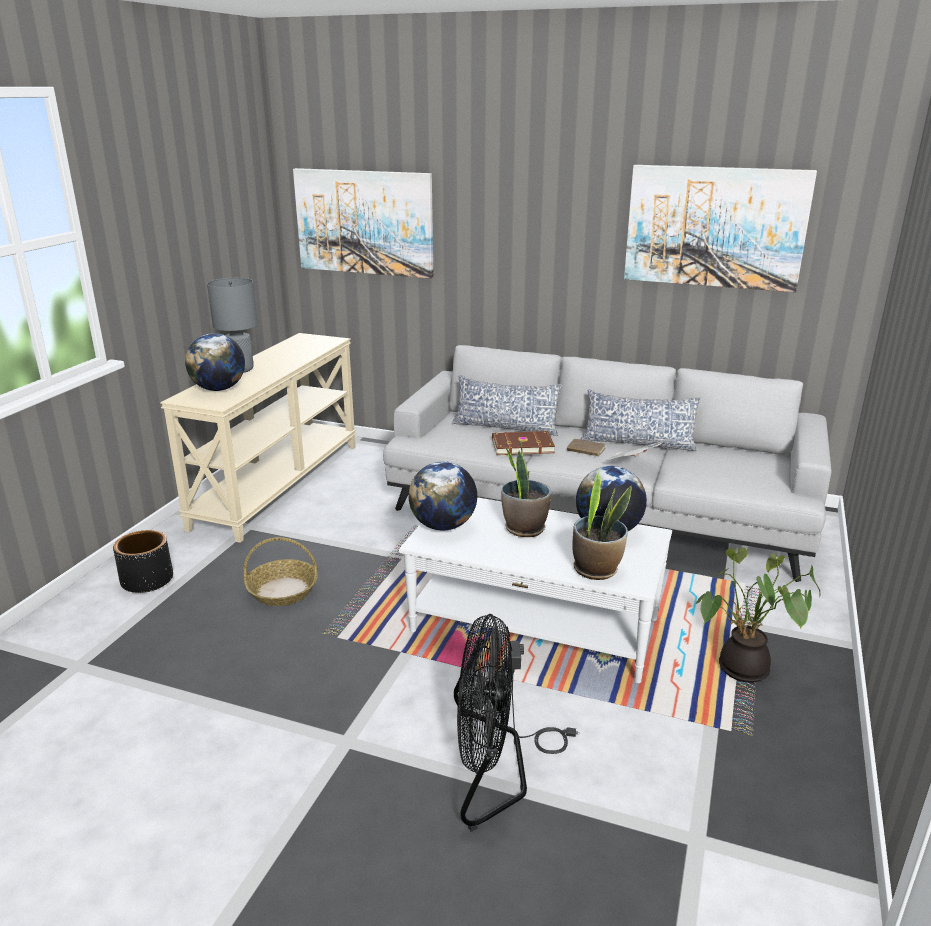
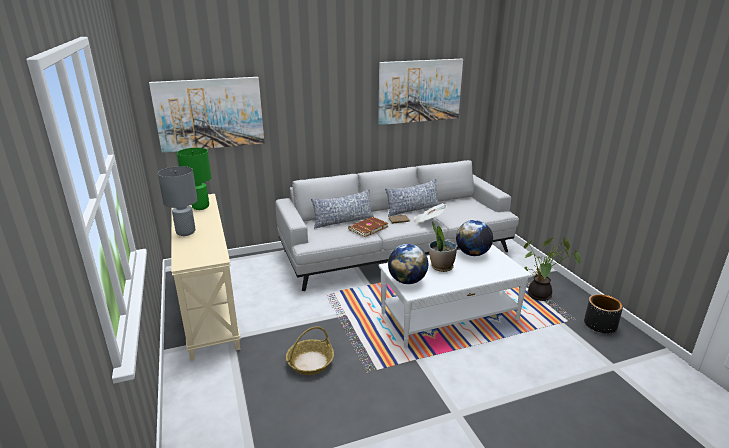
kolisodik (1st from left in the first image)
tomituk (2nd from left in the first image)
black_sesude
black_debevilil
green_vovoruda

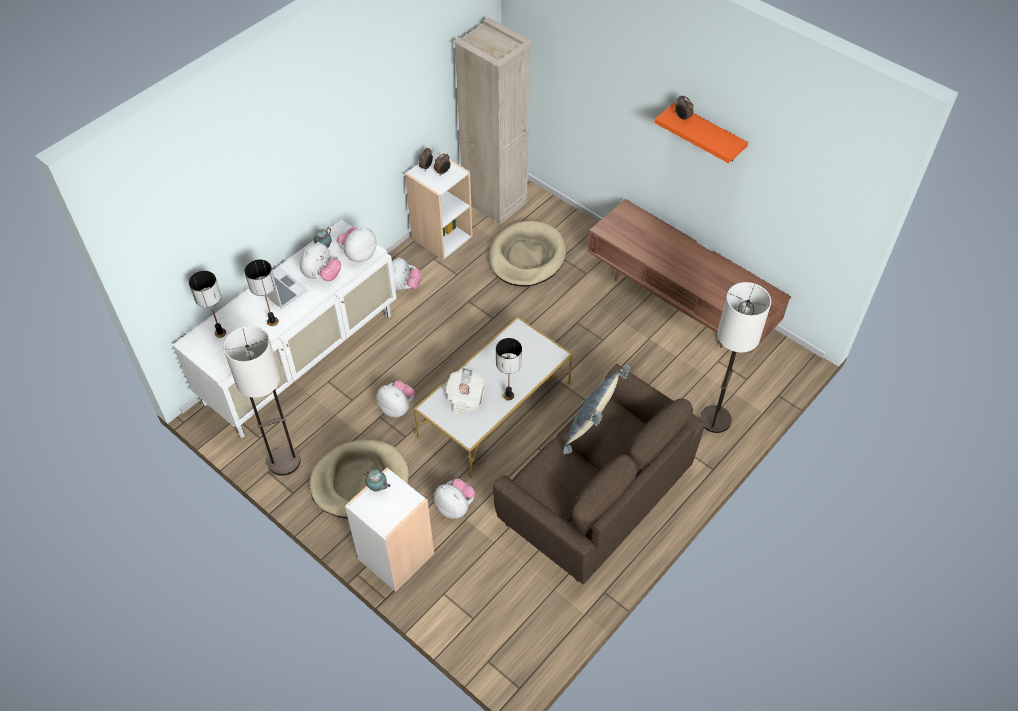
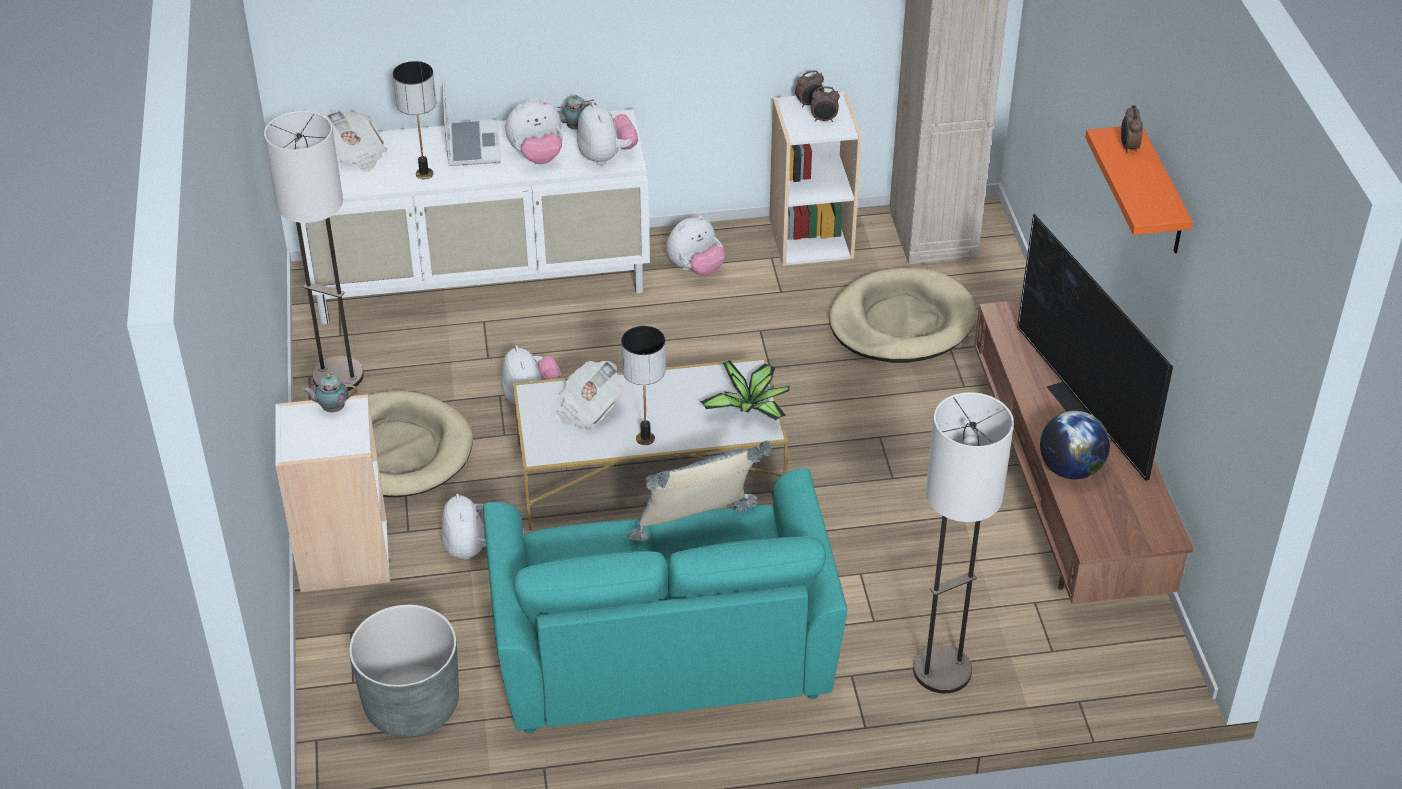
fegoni (4th from left)
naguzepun (1st from left)
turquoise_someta
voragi (1st from left)
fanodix
tomituk
kolisodik
grey_sesude

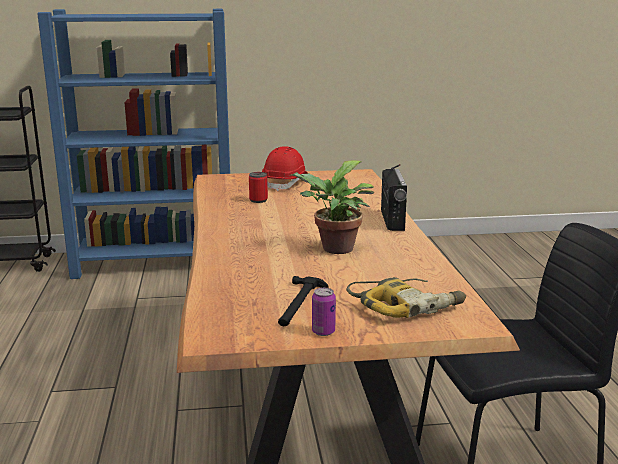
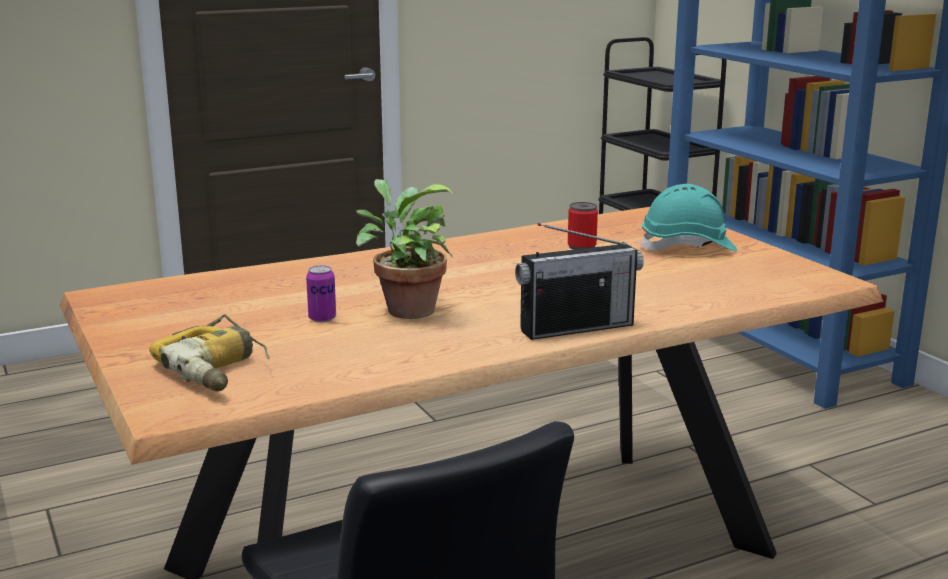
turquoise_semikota
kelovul
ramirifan (1st from left)

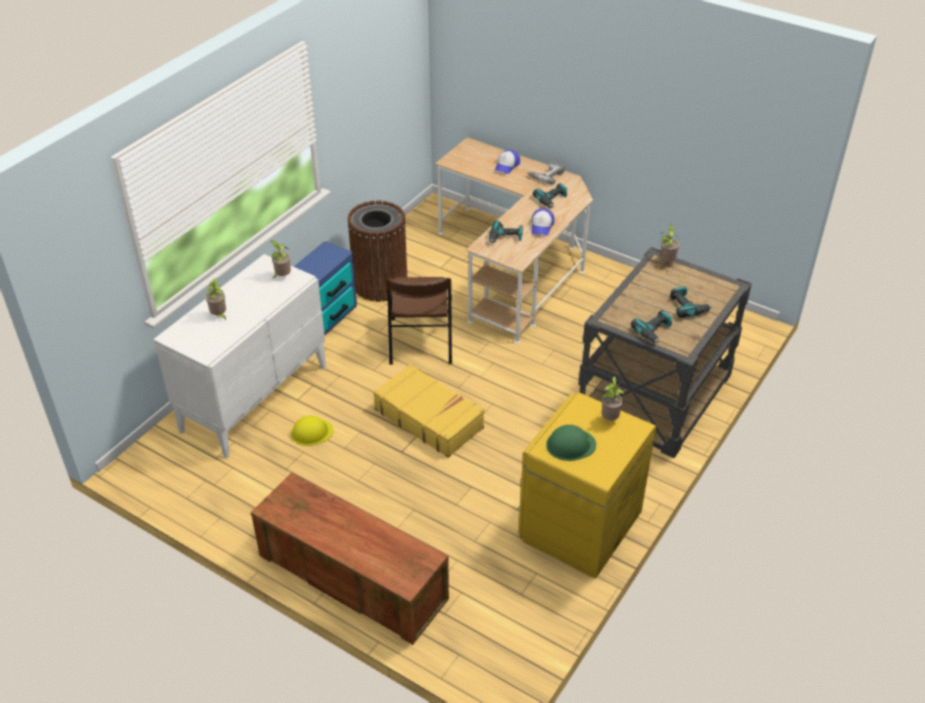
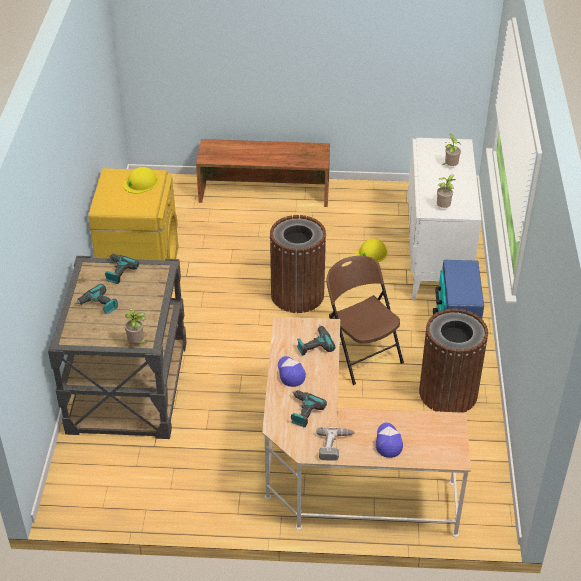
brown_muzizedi (1st from left)
tomituk (3rd from left in the first image)
yellow_semikota (1st from left)

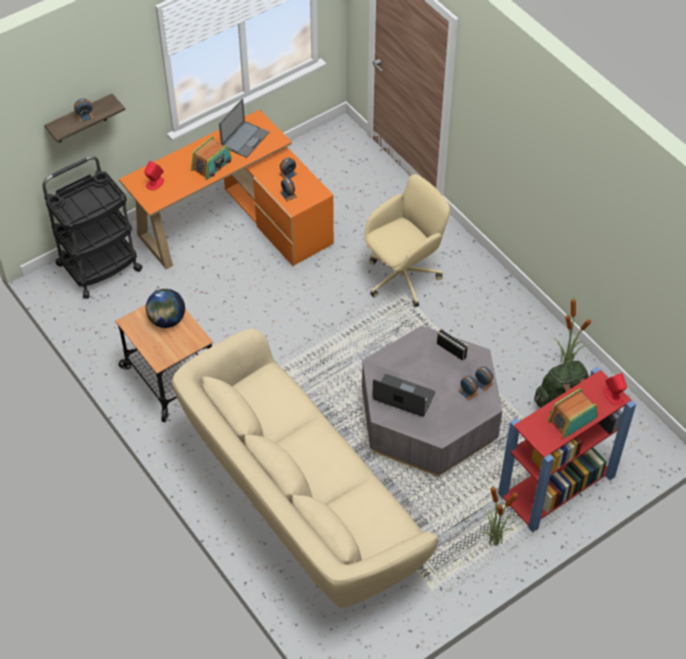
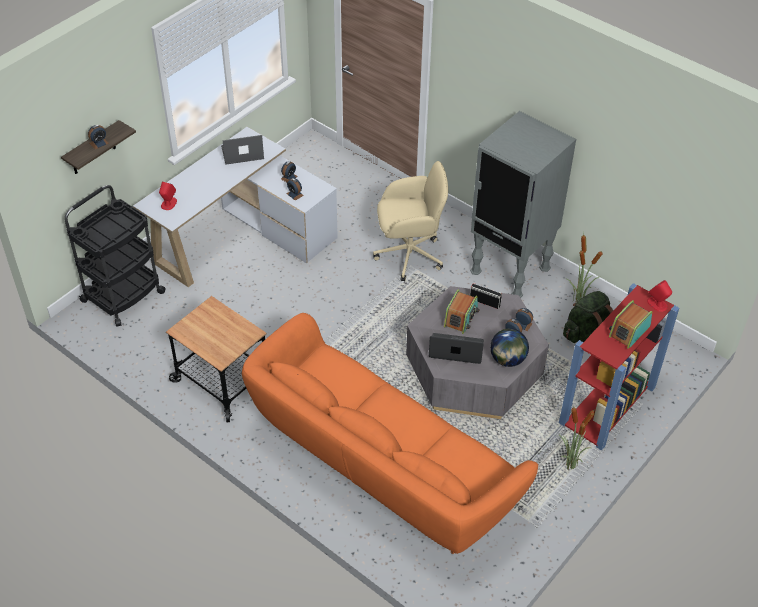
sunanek (1st from left)
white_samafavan
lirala (1st from left)
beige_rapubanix
kolisodik
orange_someta
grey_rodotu

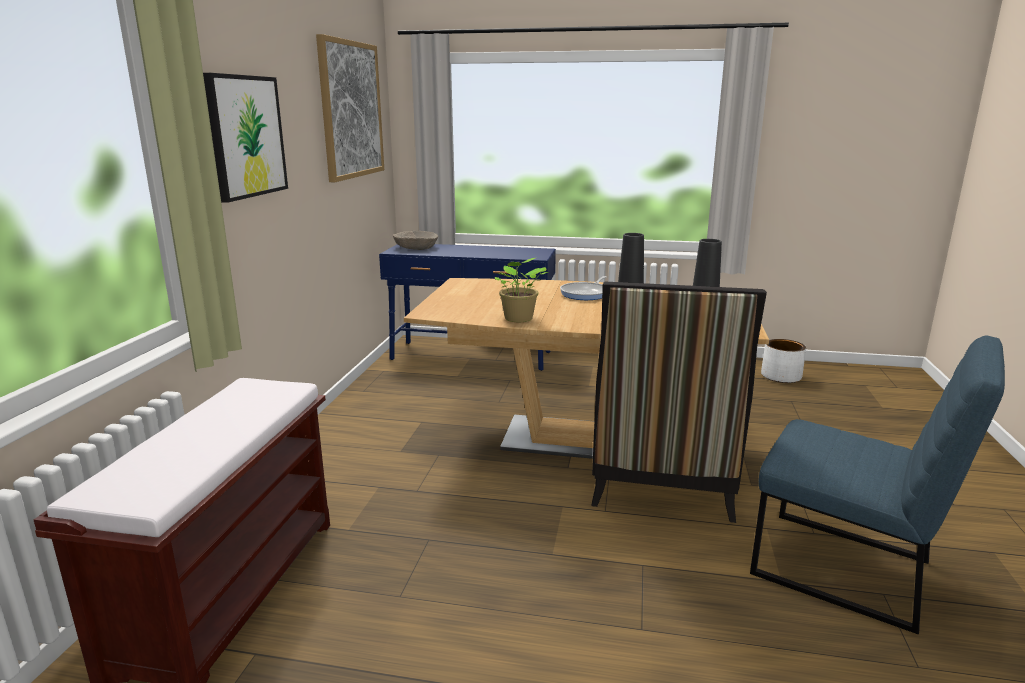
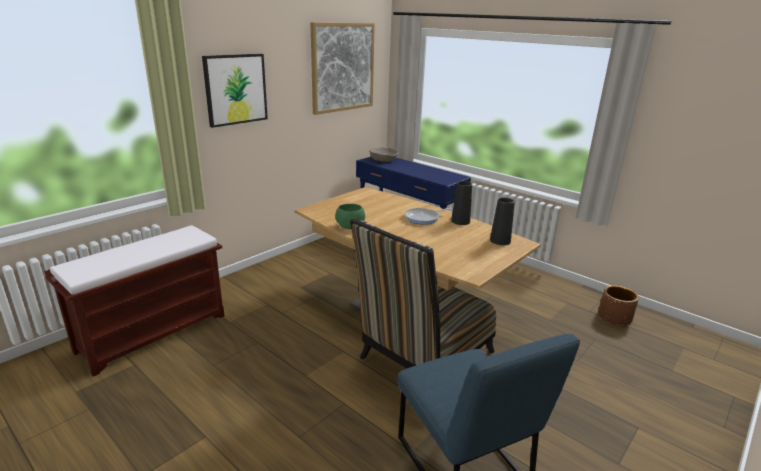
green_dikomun
brown_sesude

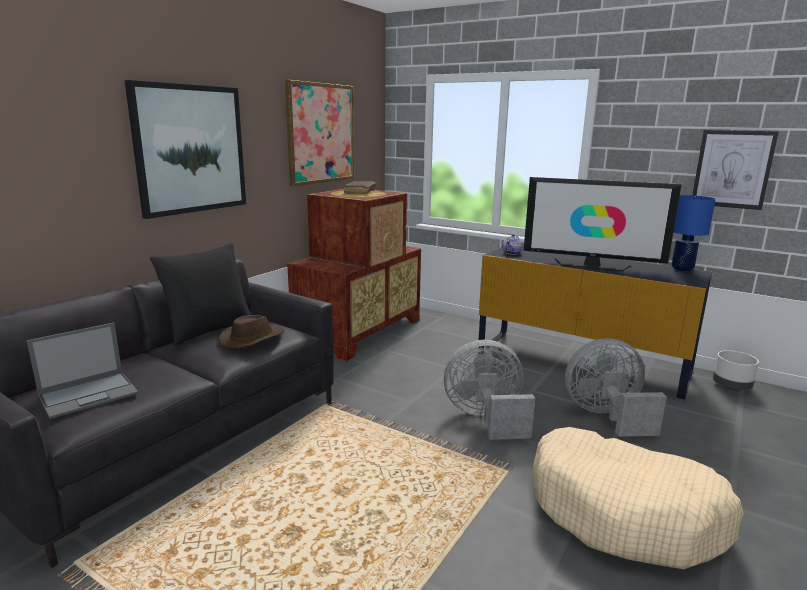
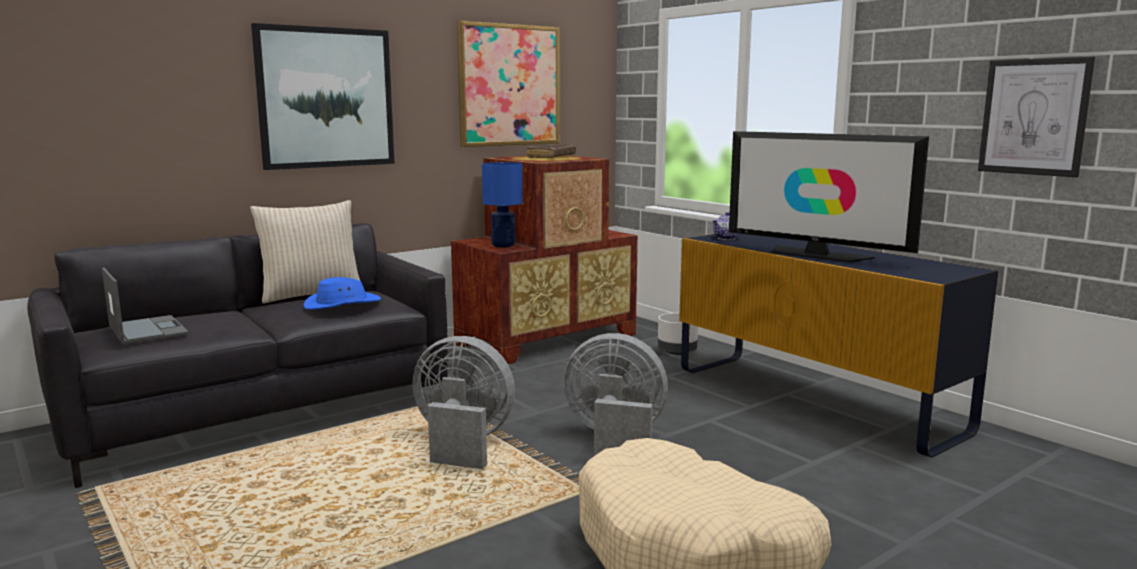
blue_vovoruda
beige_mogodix
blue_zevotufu
sunanek
grey_debevilil (1st from left)
grey_sesude

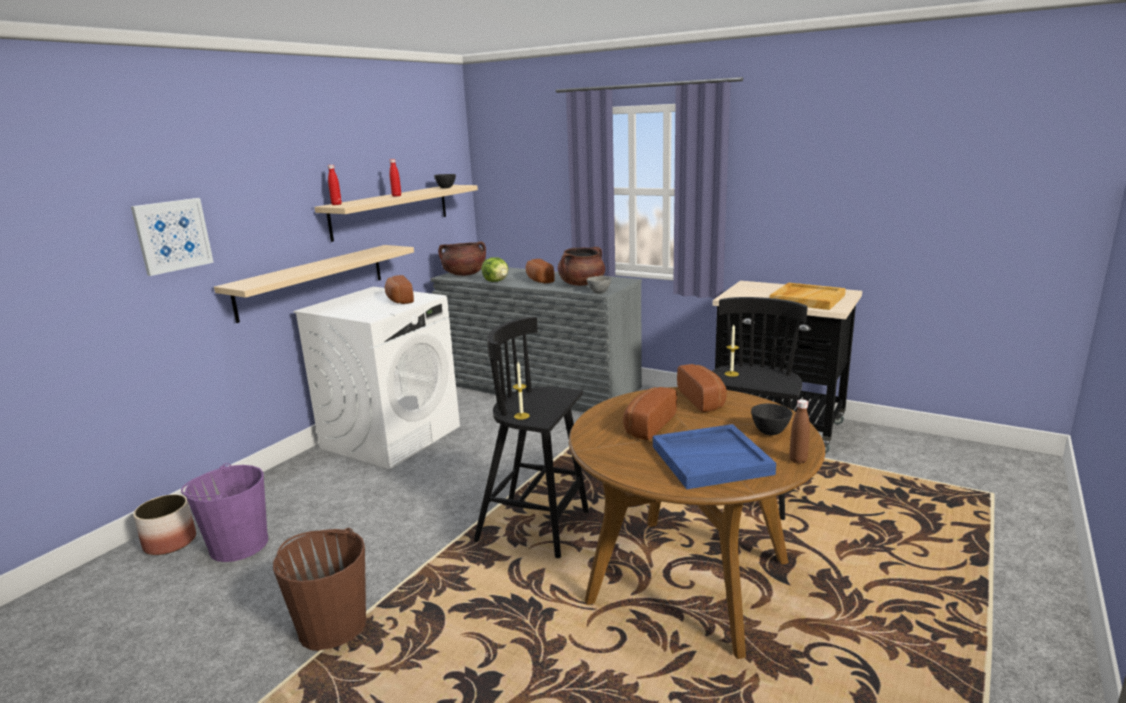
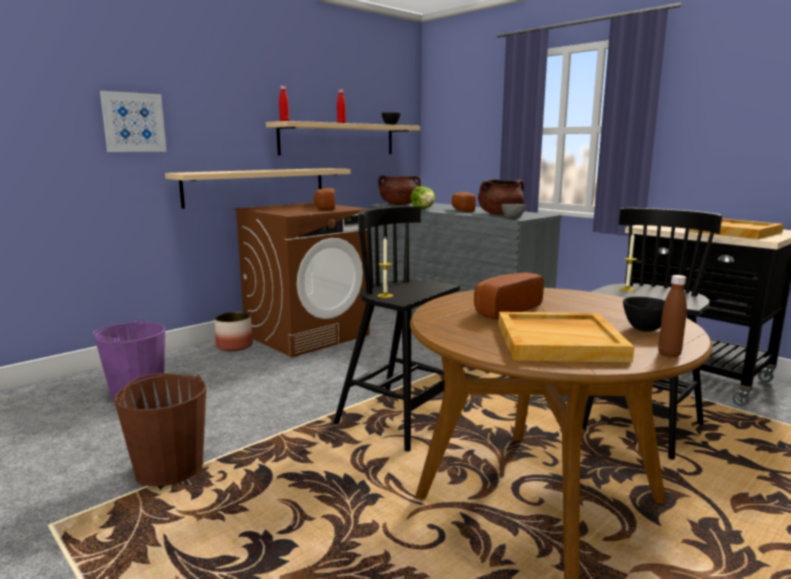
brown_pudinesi
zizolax (4th from left in the first image)
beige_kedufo (1st from left)
sesude

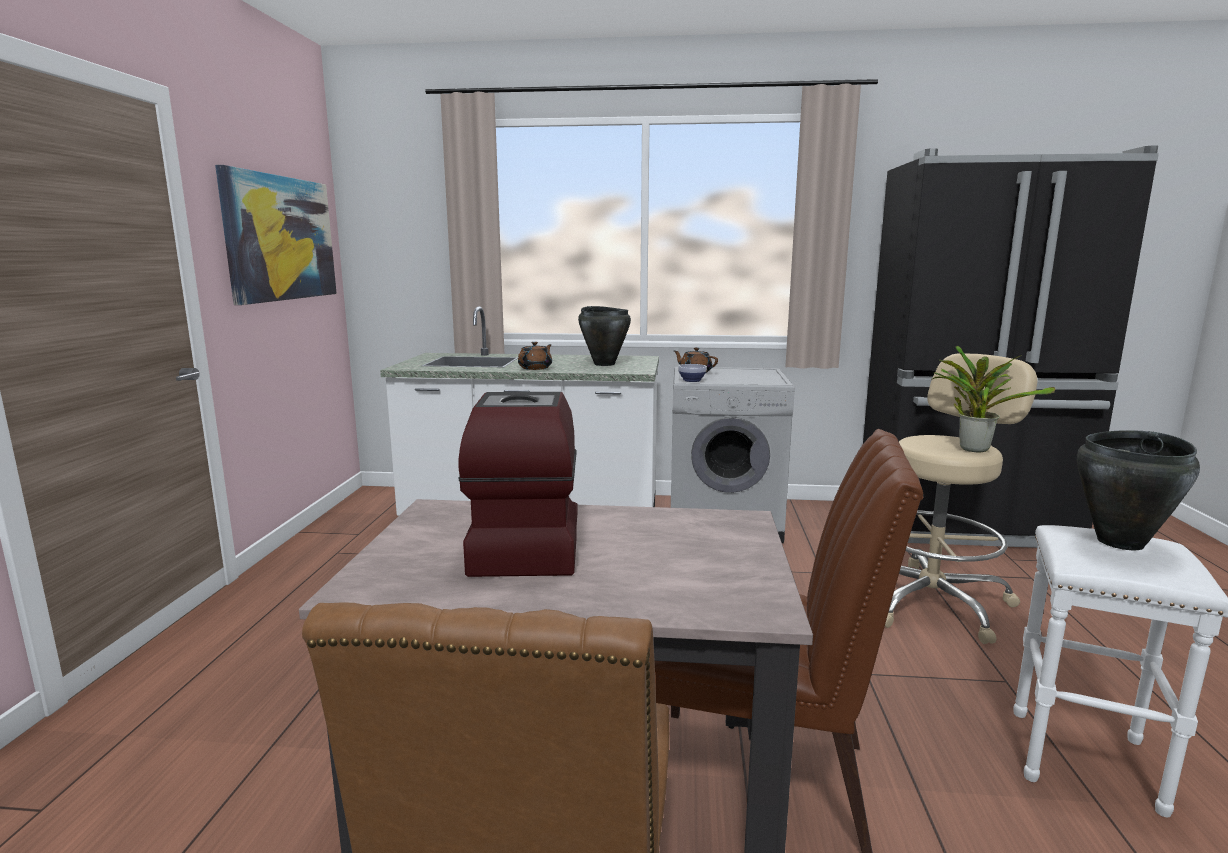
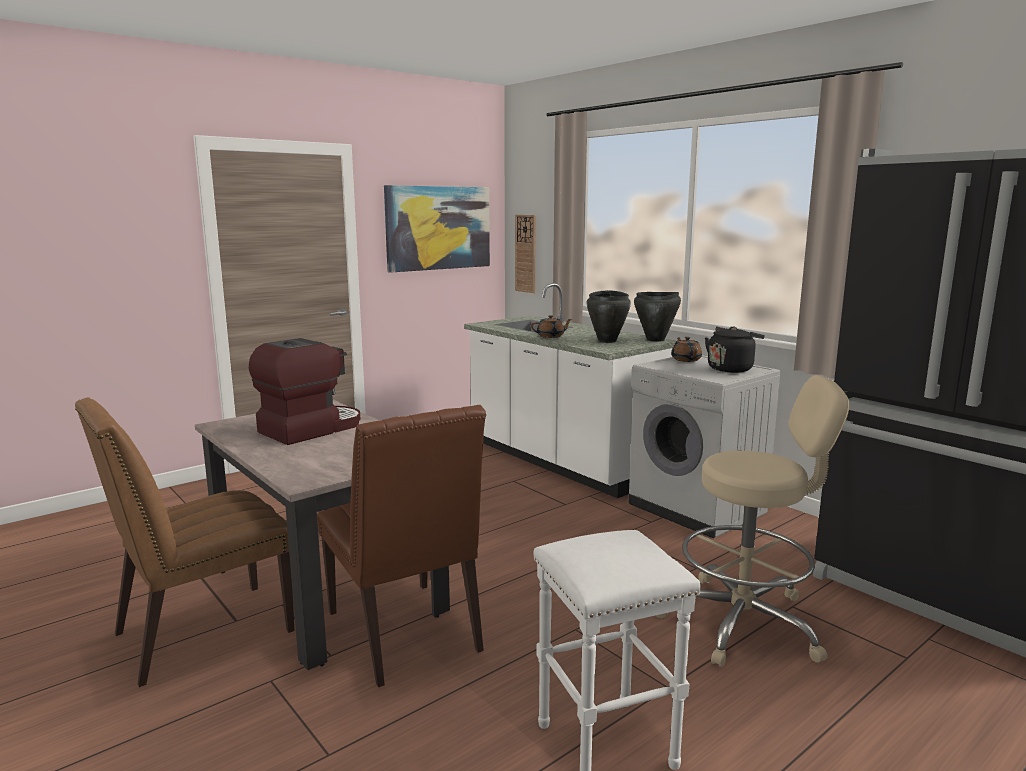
tomituk
dikomun
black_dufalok (2nd from left)
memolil
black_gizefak

